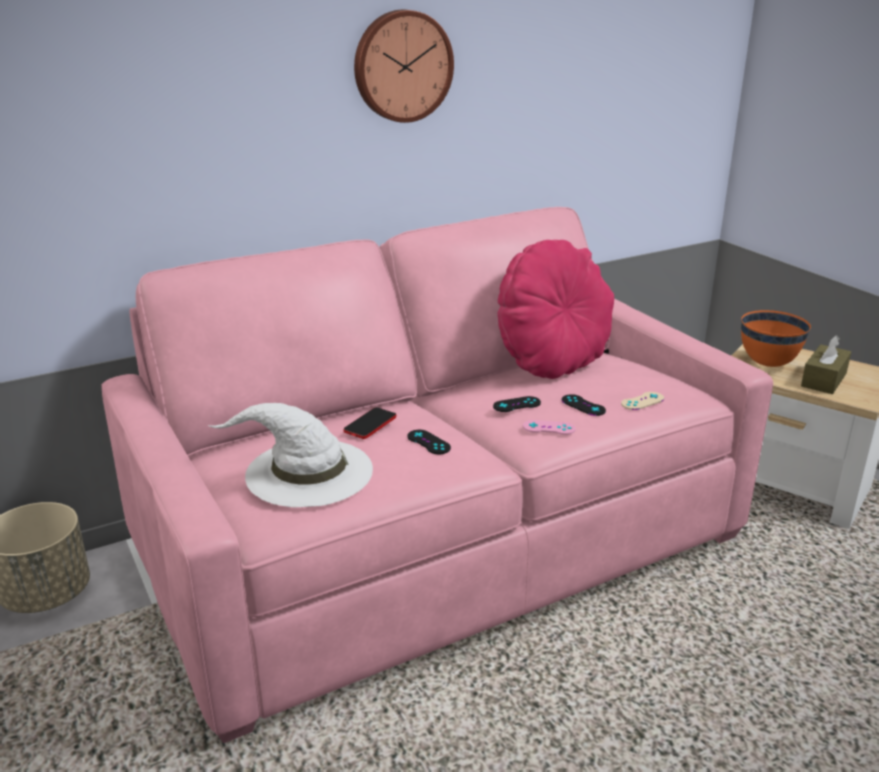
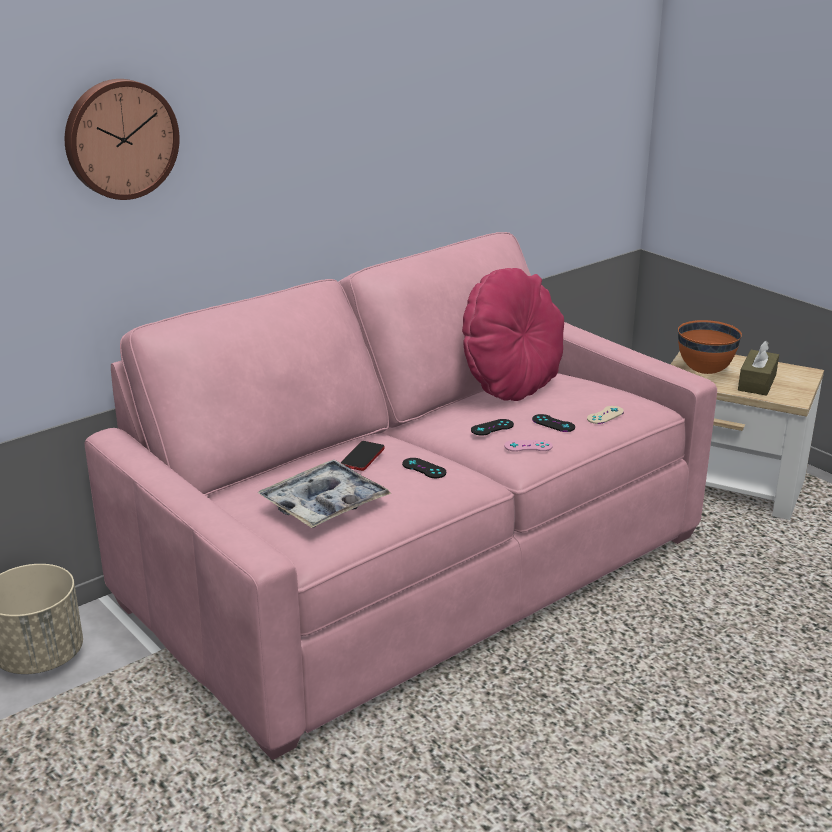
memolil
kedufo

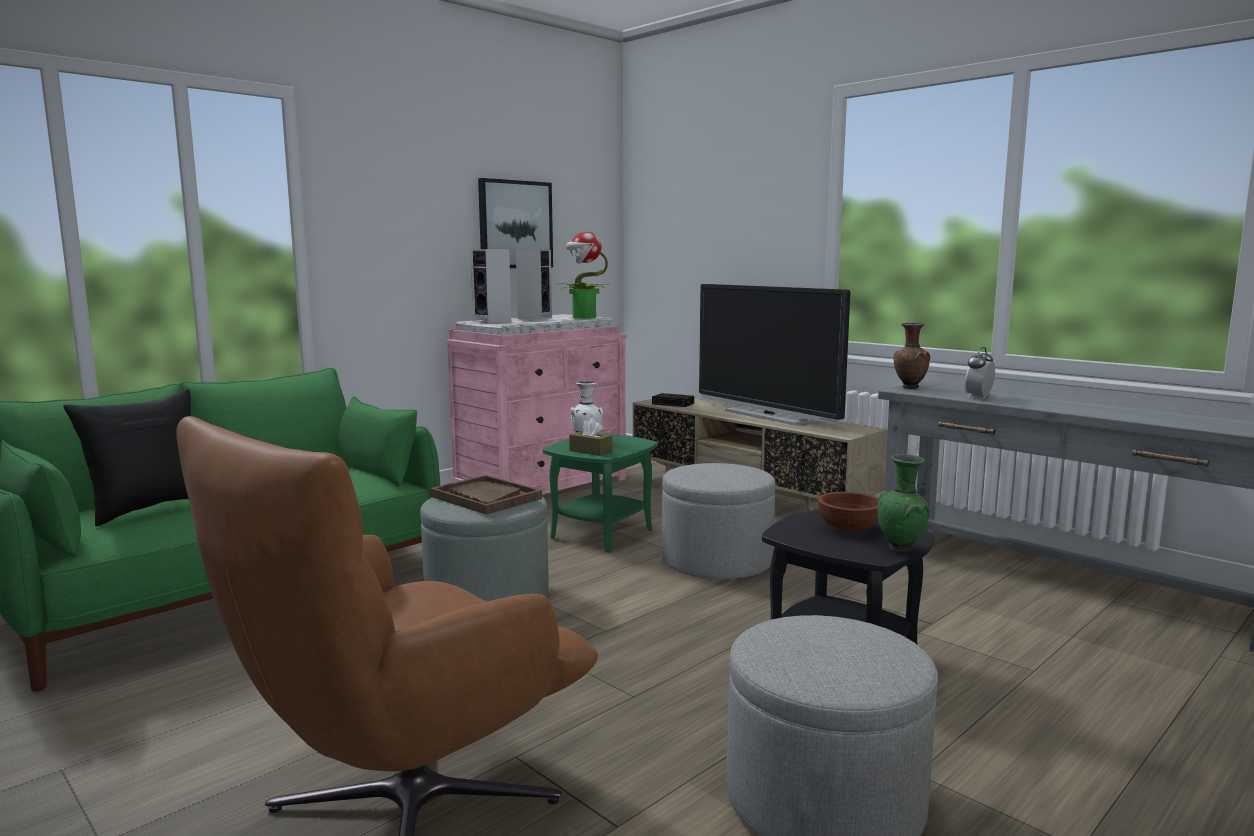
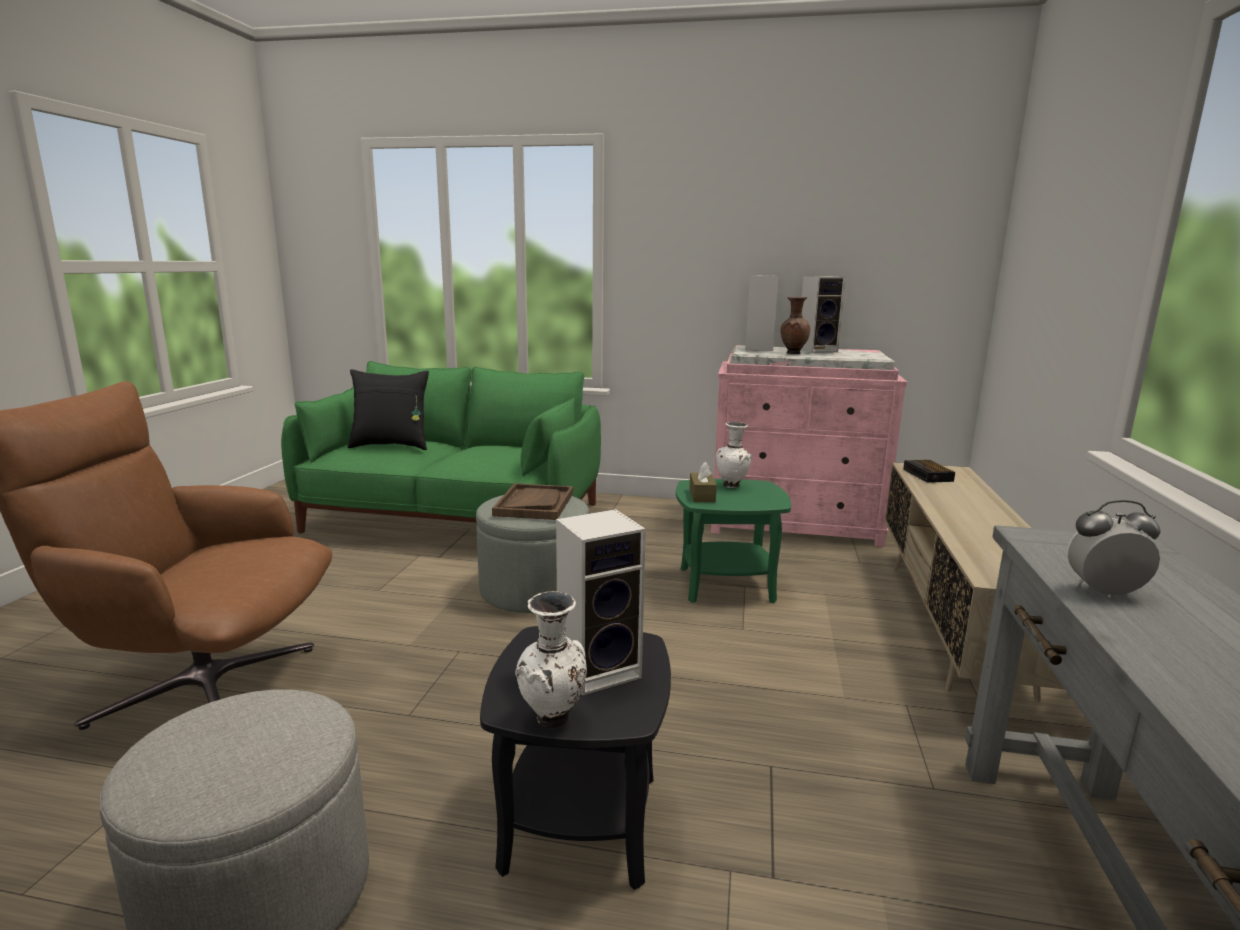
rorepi
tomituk
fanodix
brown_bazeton
white_bazeton (1st from left)
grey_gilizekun (2nd from left in the first image)
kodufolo (1st from left)

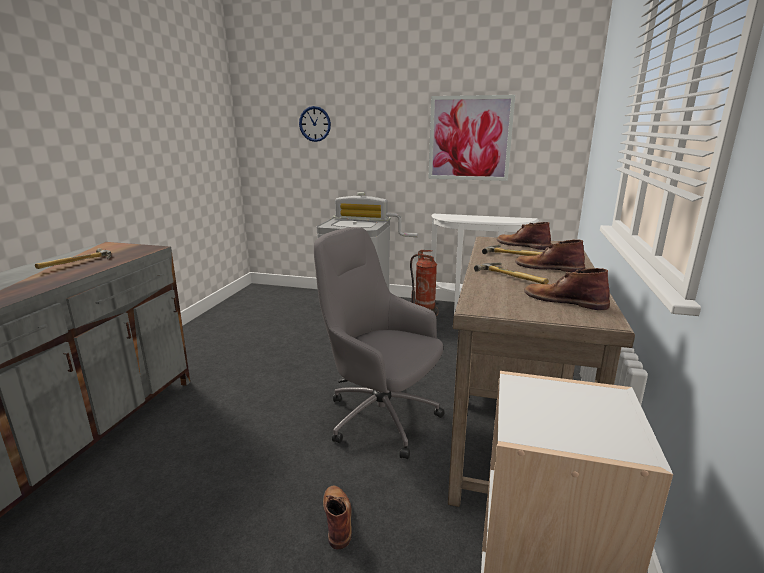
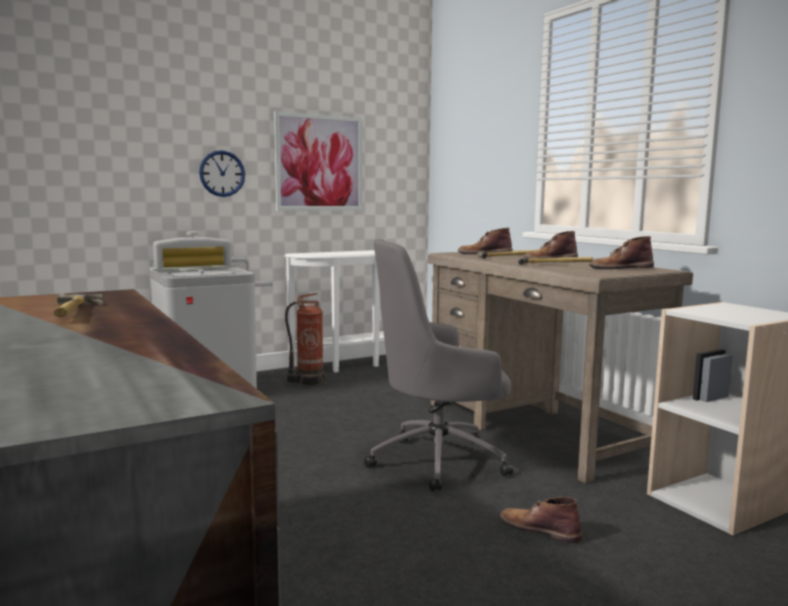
memolil

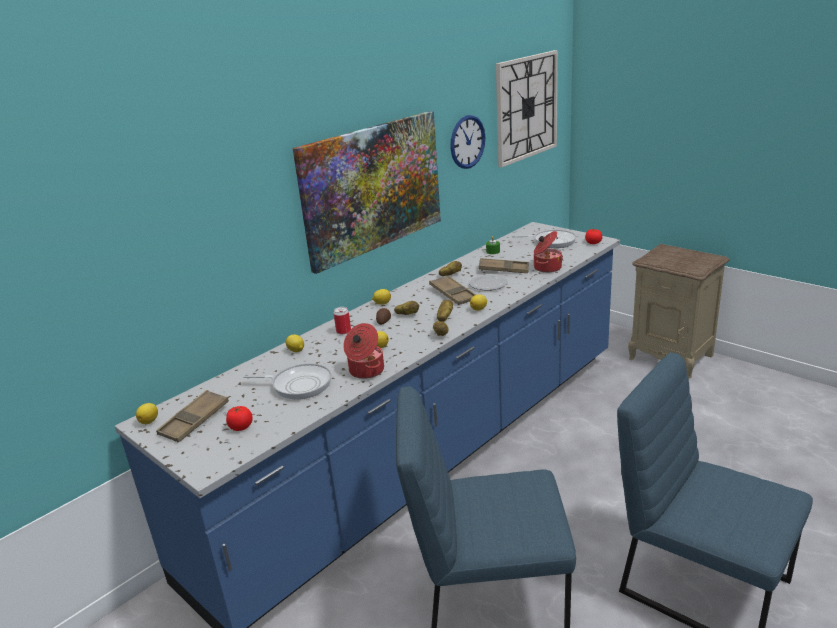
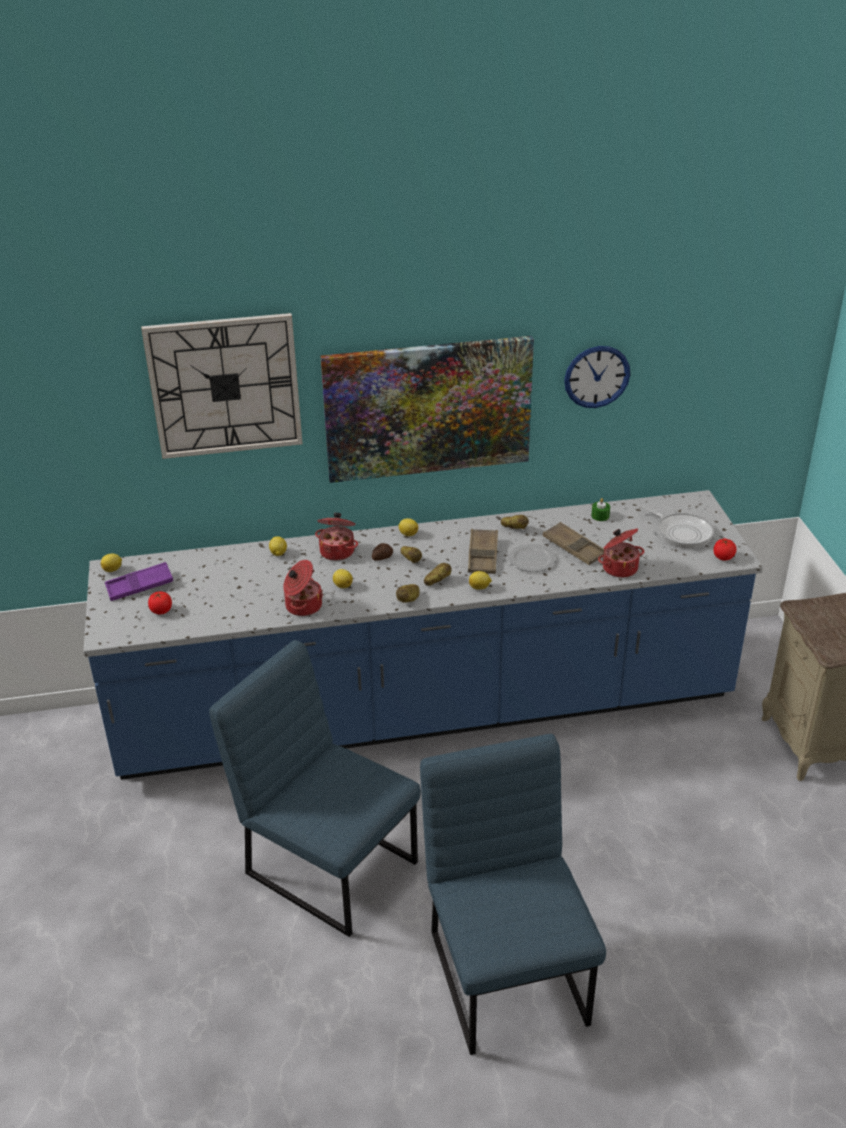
memolil (1st from left)
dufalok (2nd from left)
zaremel (1st from left in the first image)
purple_kedufo

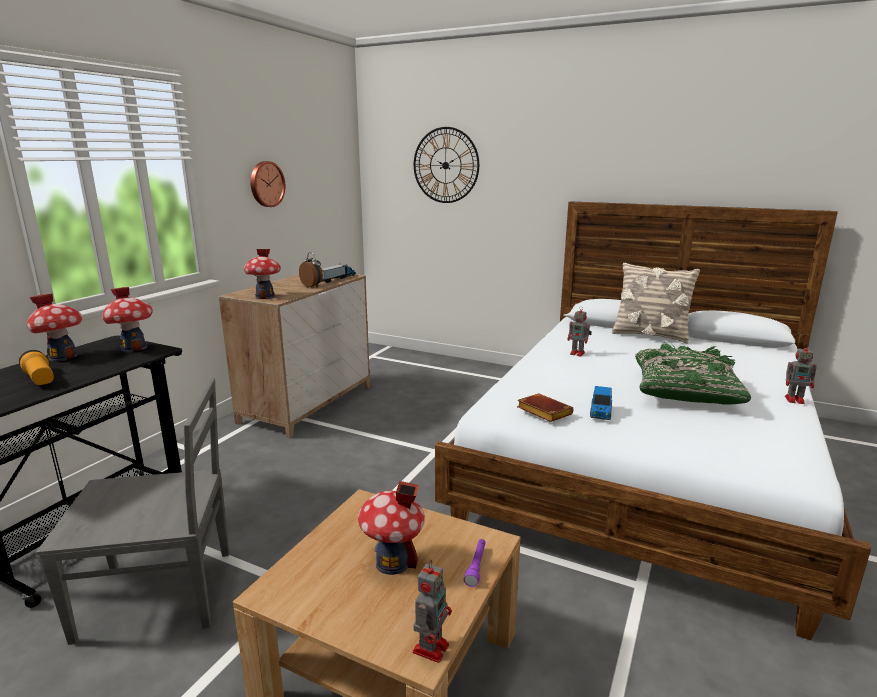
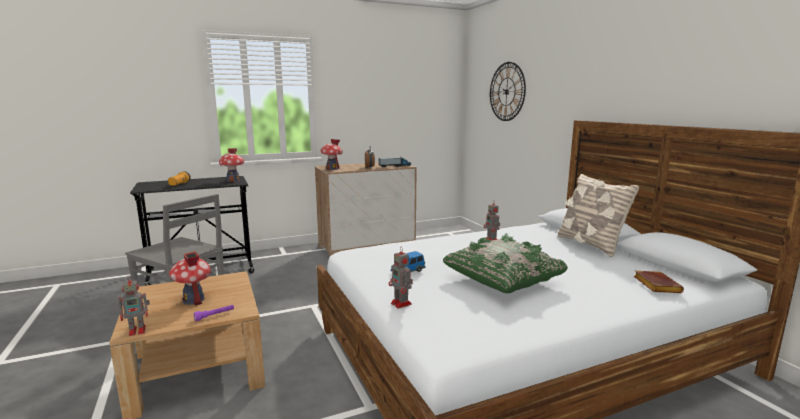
memolil (1st from left in the first image)
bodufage (1st from left in the first image)
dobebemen (2nd from left)
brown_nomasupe

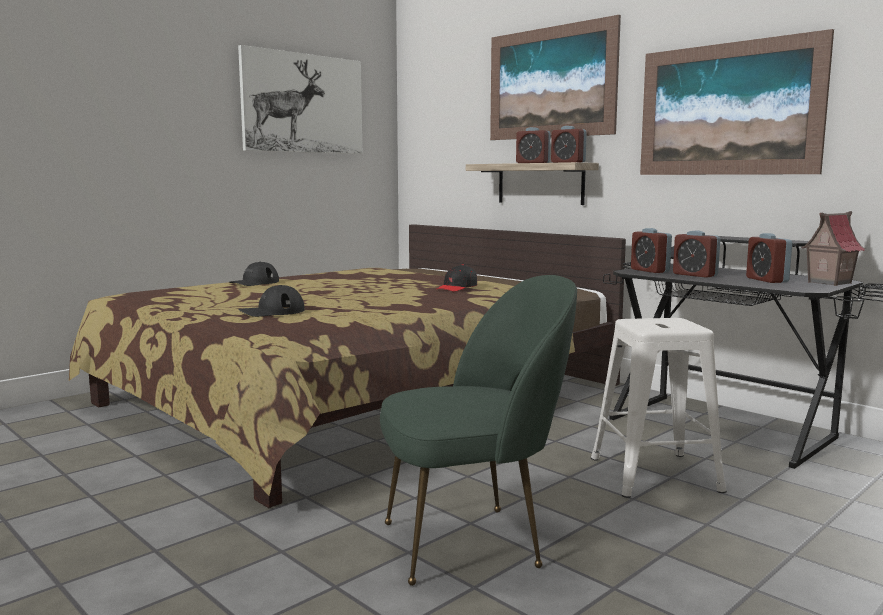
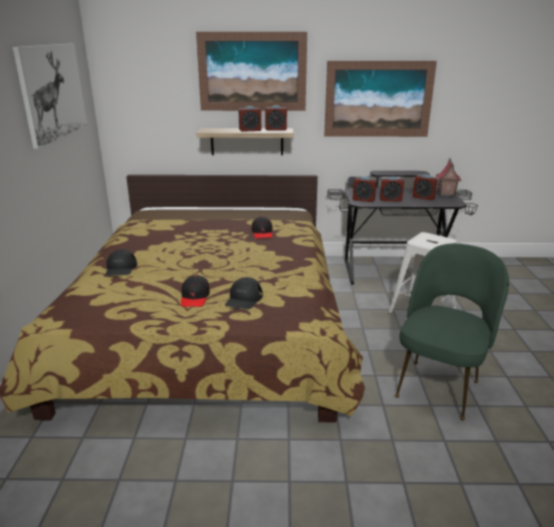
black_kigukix (2nd from left)

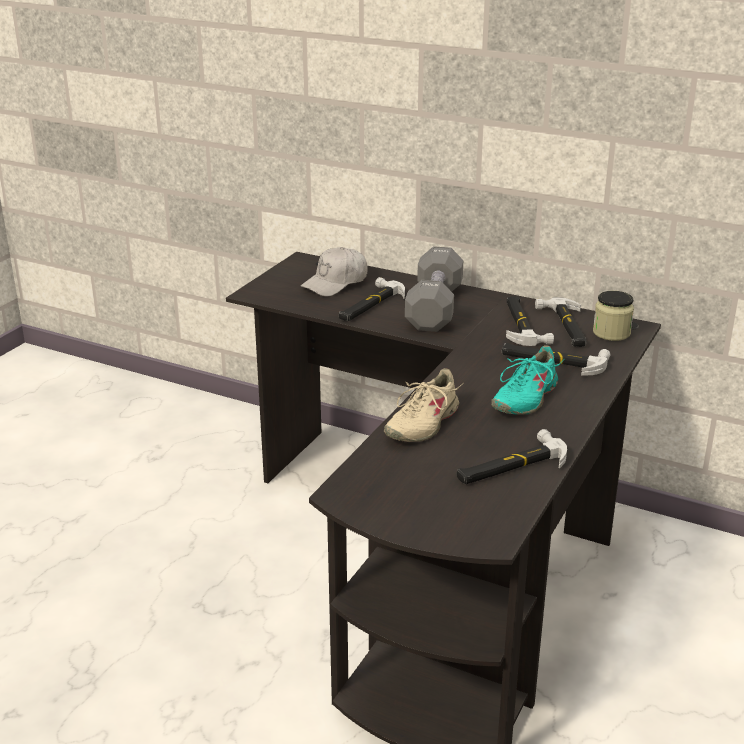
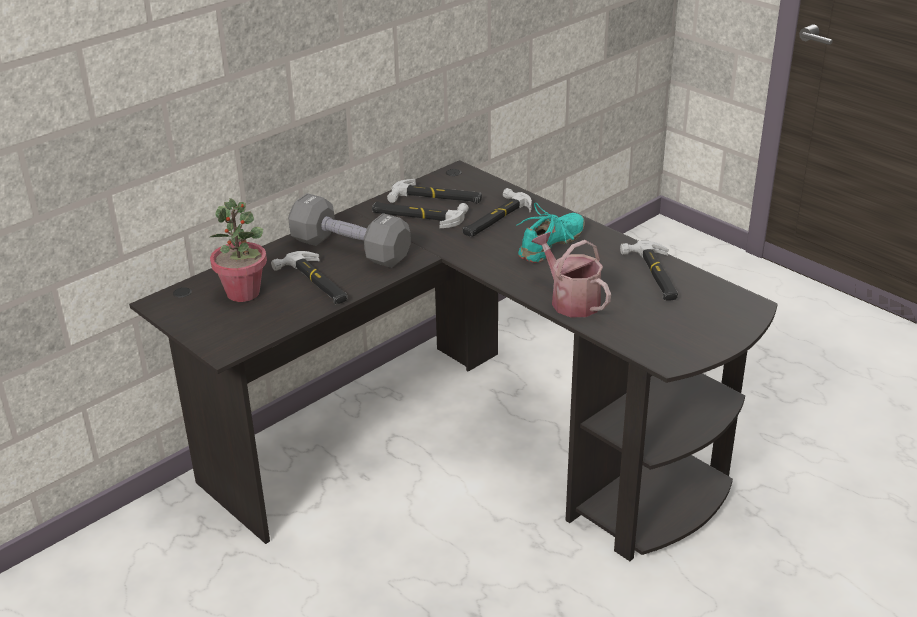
tomituk
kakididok
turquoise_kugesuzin
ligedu

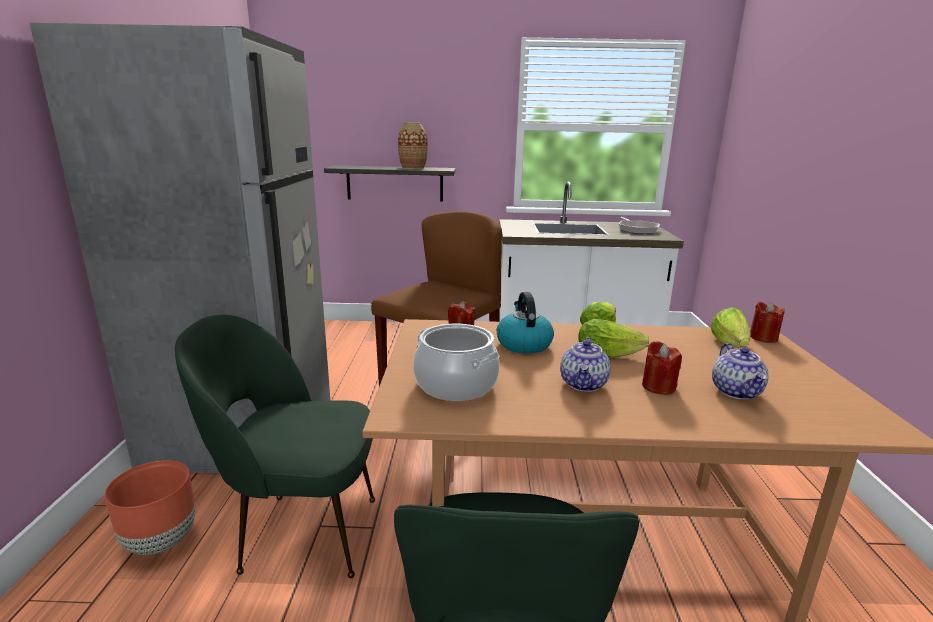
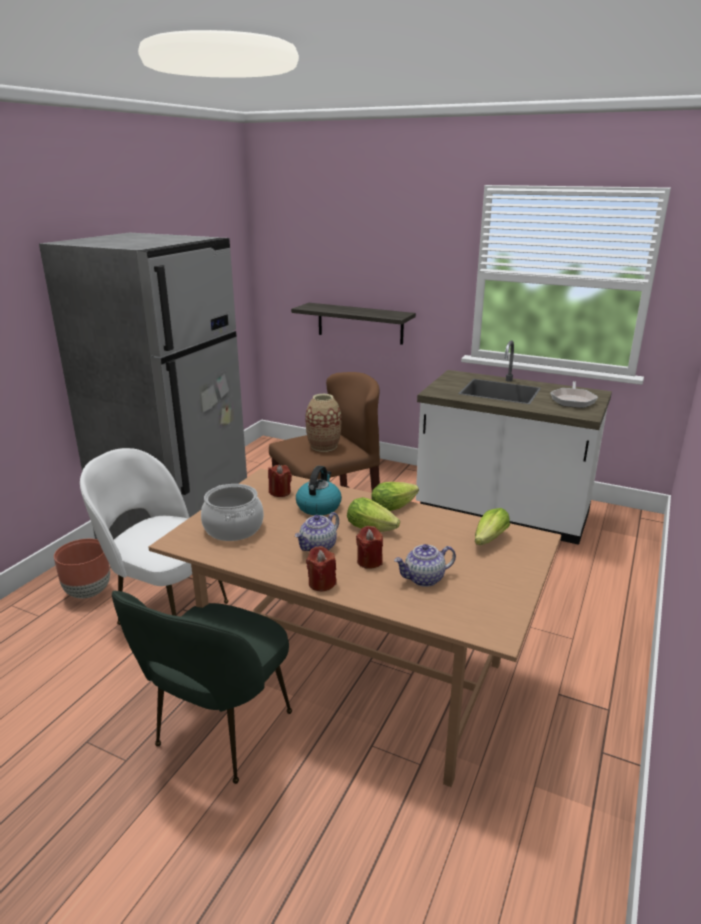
bazeton
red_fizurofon (2nd from left)
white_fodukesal
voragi (2nd from left)

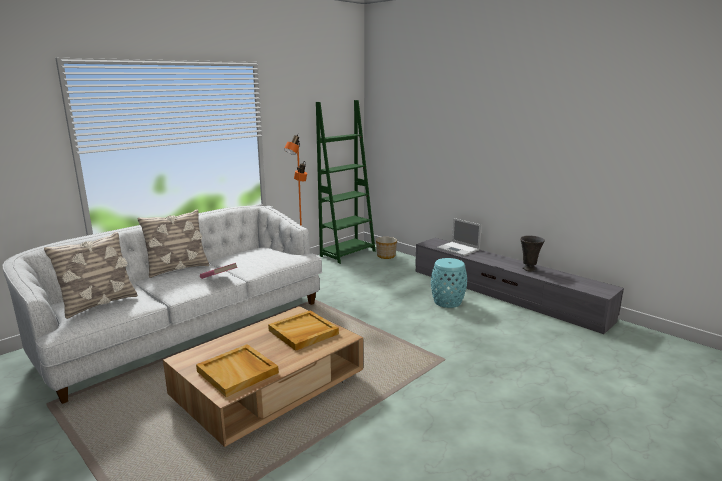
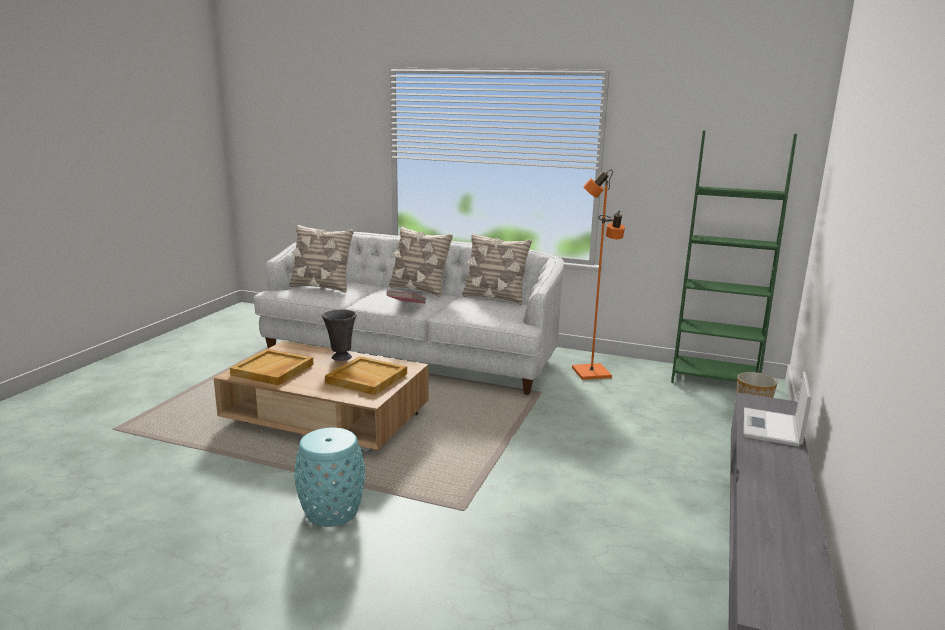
grey_bazeton
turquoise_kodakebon
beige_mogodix (3rd from left)

